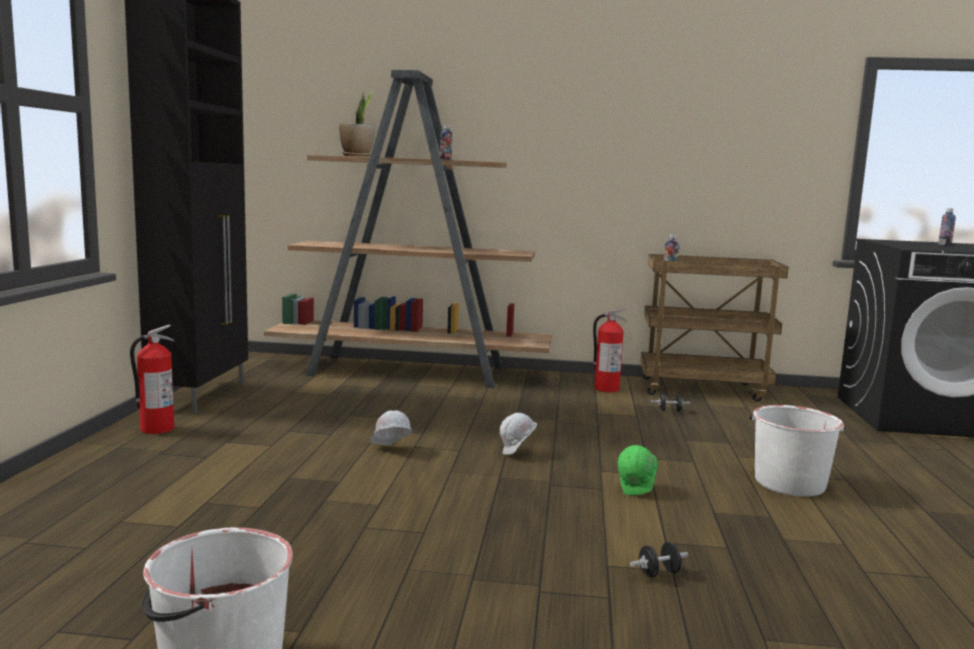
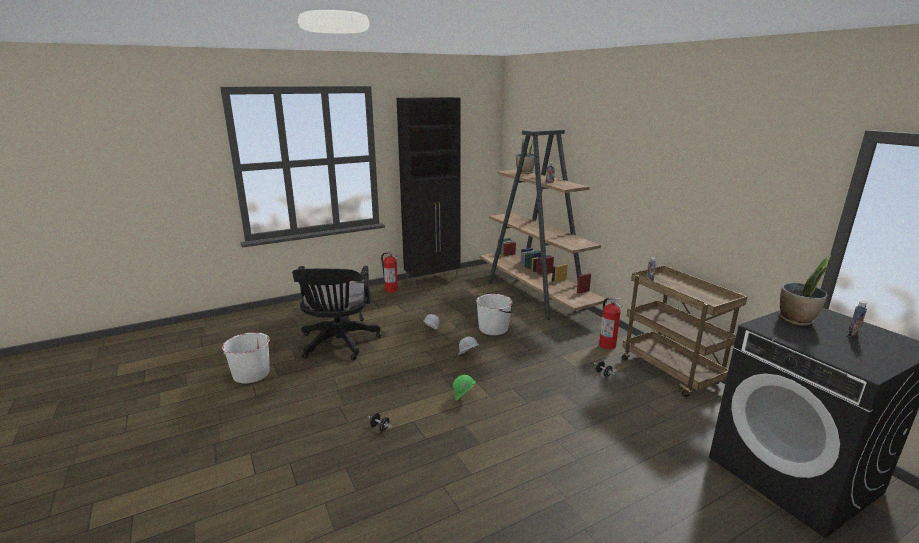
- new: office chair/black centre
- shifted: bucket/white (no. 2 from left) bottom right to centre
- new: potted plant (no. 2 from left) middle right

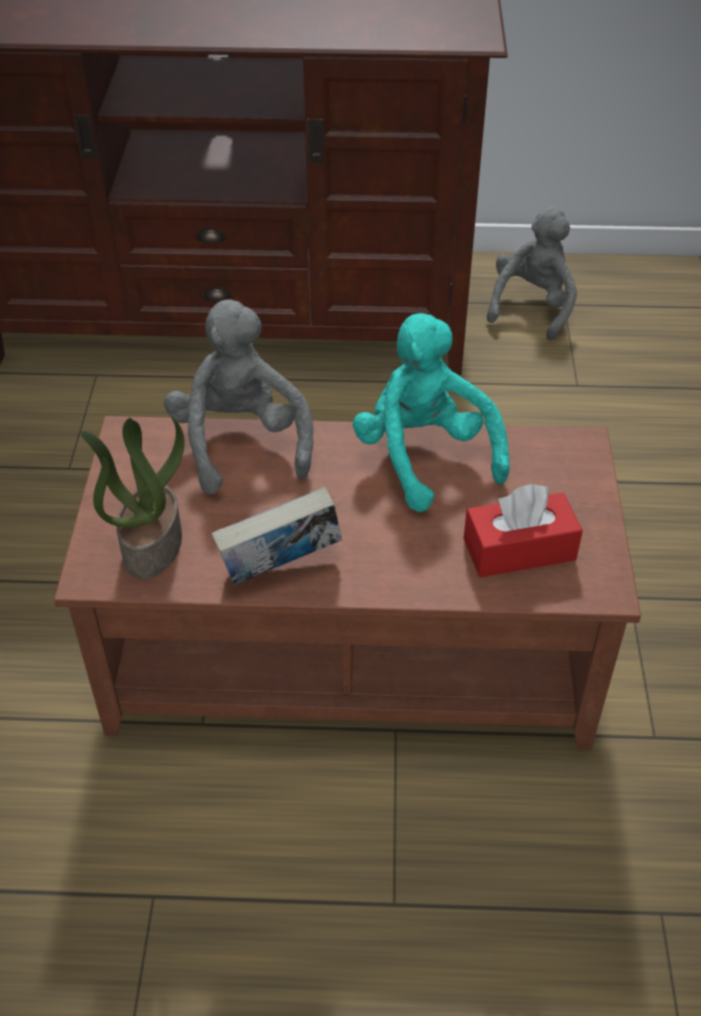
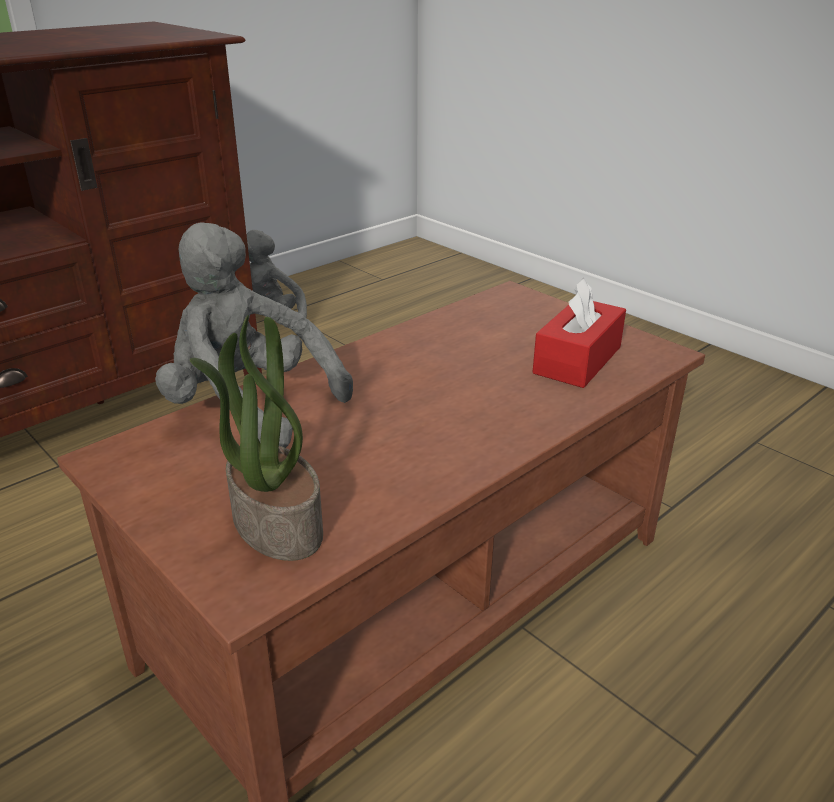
- gone: book centre
- gone: plush toy/turquoise centre

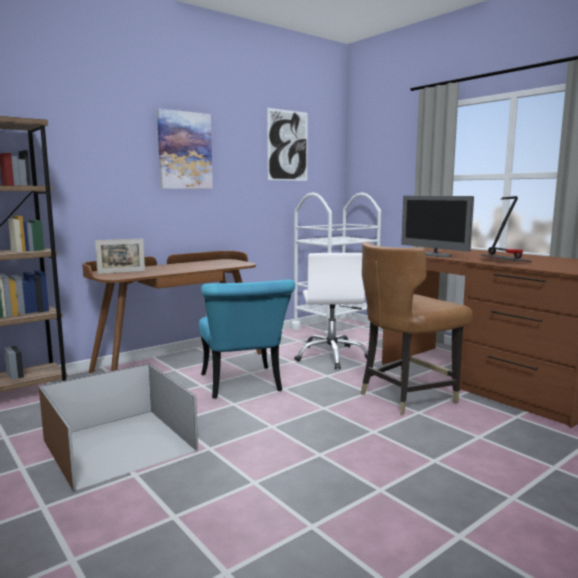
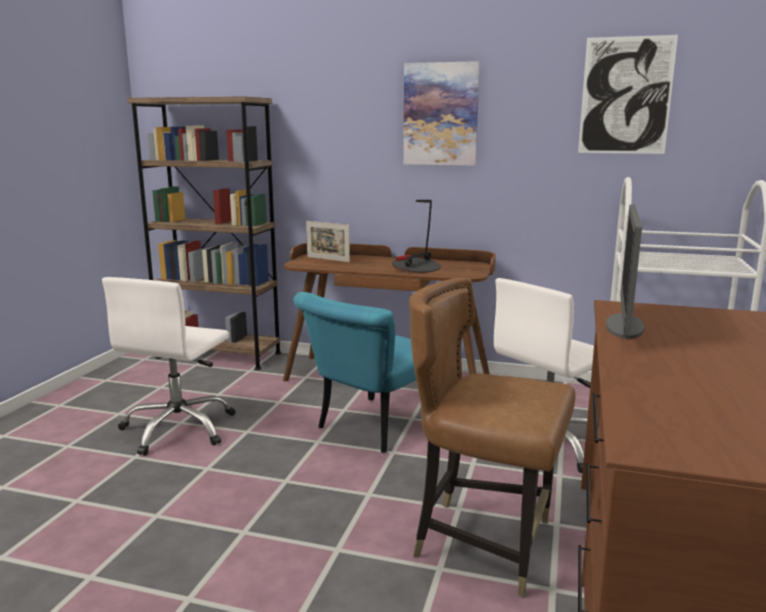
- swapped: storage container/brown-coloured bottom left to office chair/white (no. 1 from left) middle left
- shifted: tabletop lamp middle right to centre

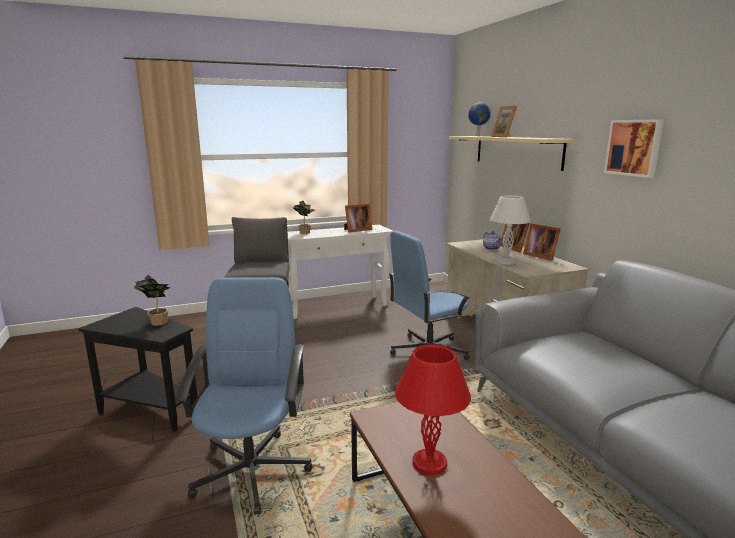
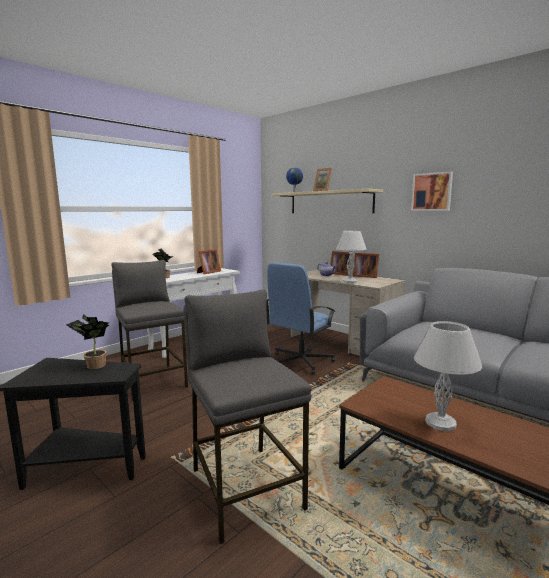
- swapped: office chair/blue (no. 1 from left) bottom left to stool/grey (no. 2 from left) bottom centre
- repainted: tabletop lamp/reddish bottom centre to tabletop lamp/white (no. 2 from left) middle right

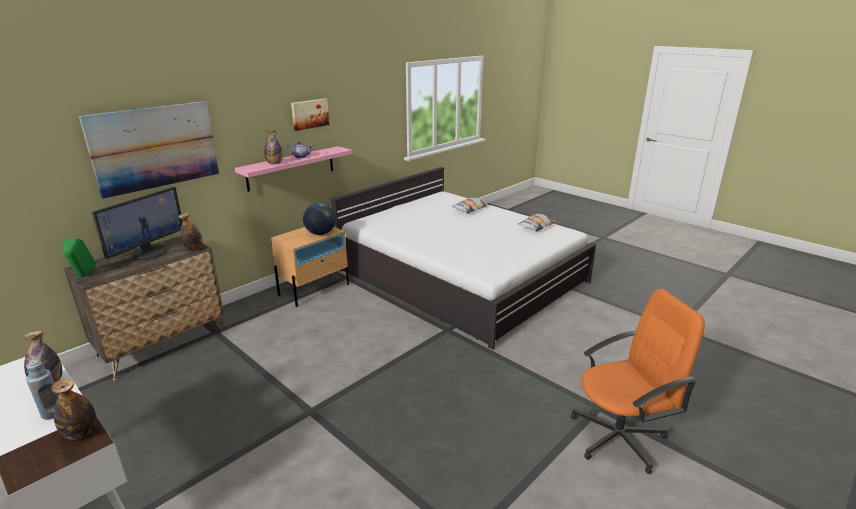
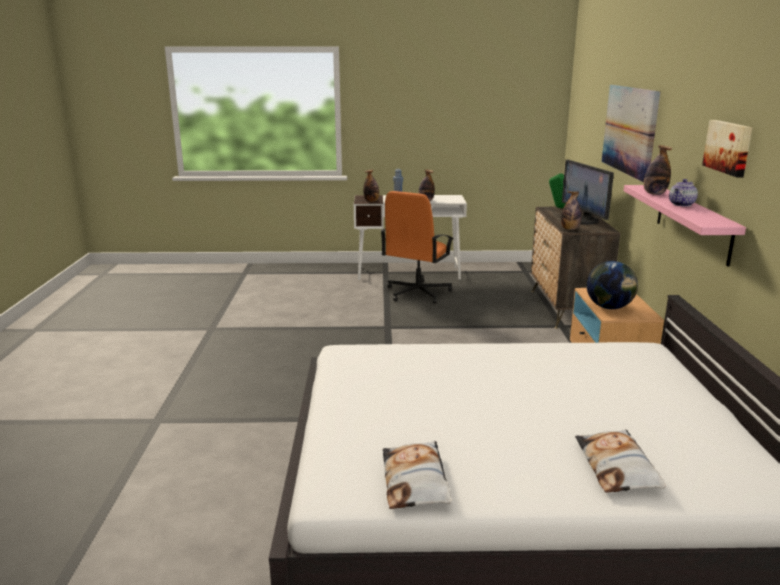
- shifted: office chair/orange bottom right to centre

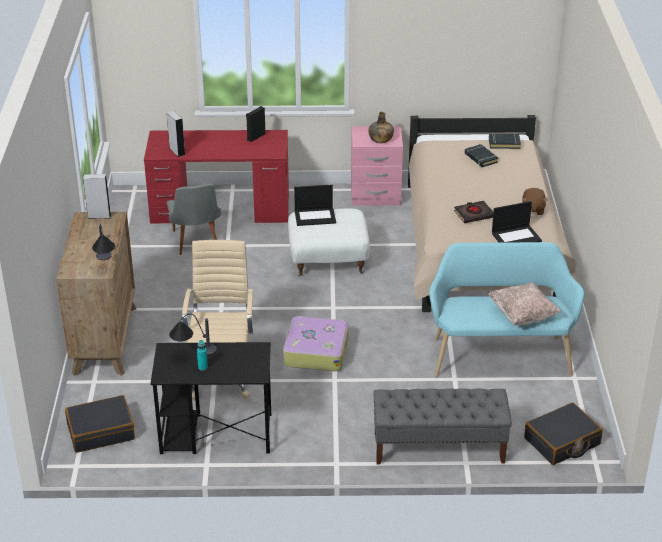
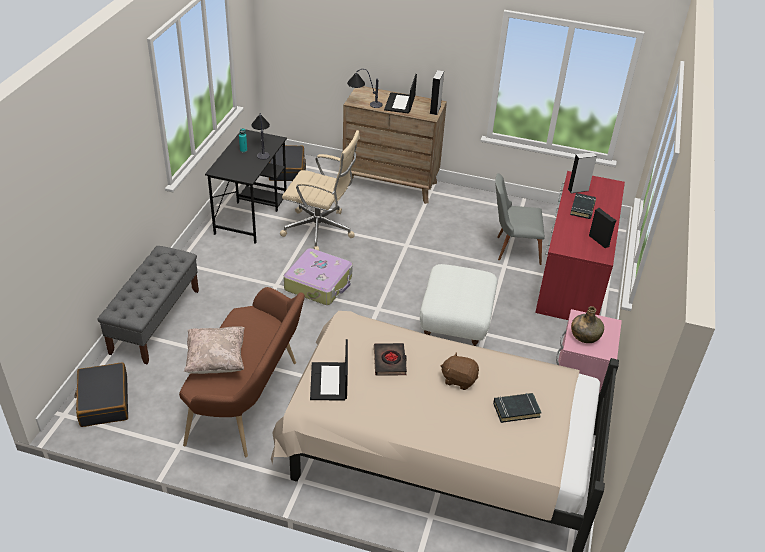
- repainted: indoor bench/turquoise middle right to indoor bench/brown-coloured bottom left
- shifted: notebook computer (no. 1 from left in the first image) centre to notebook computer (no. 2 from left) top centre
- shifted: plush toy/brown-coloured middle right to bottom centre
- shifted: book/black (no. 3 from left) top right to middle right

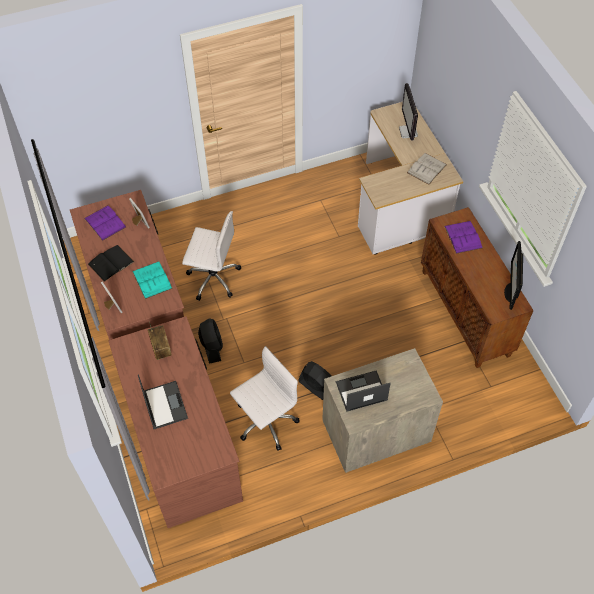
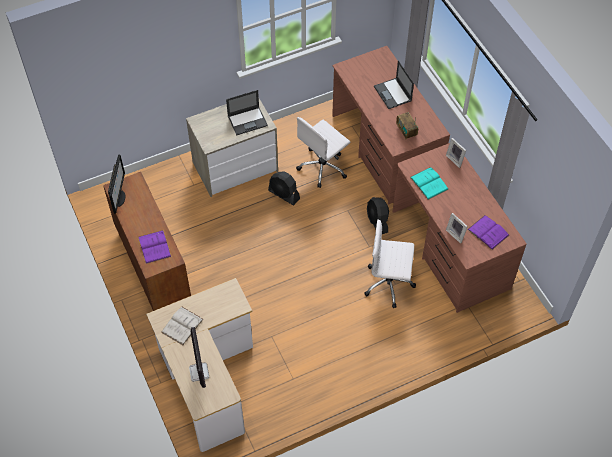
- gone: book/black middle left

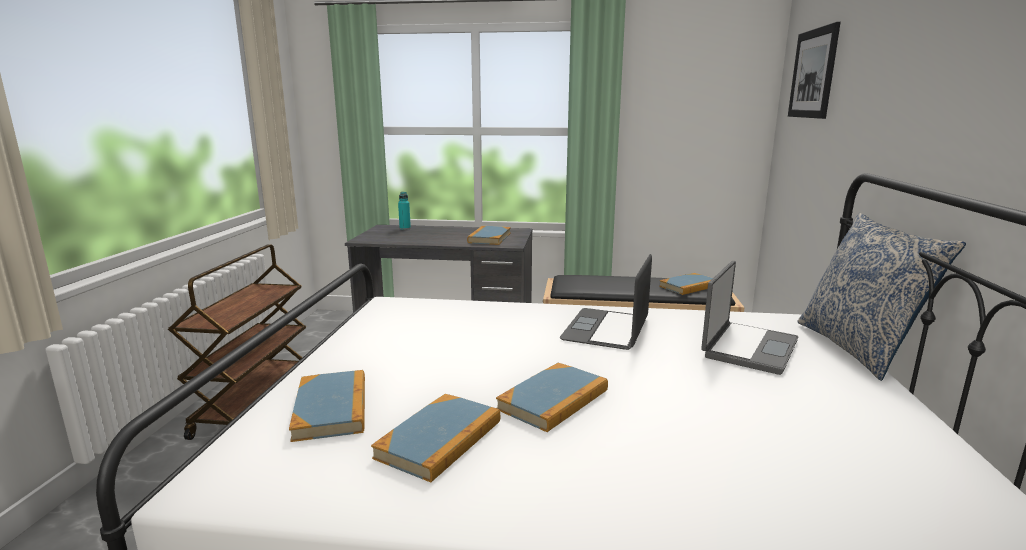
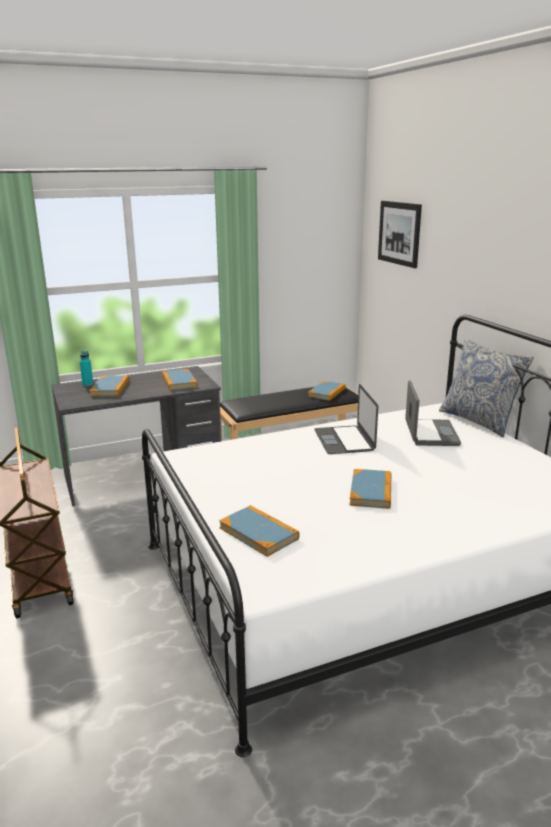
- shifted: book (no. 2 from left in the first image) bottom centre to book (no. 1 from left) middle left

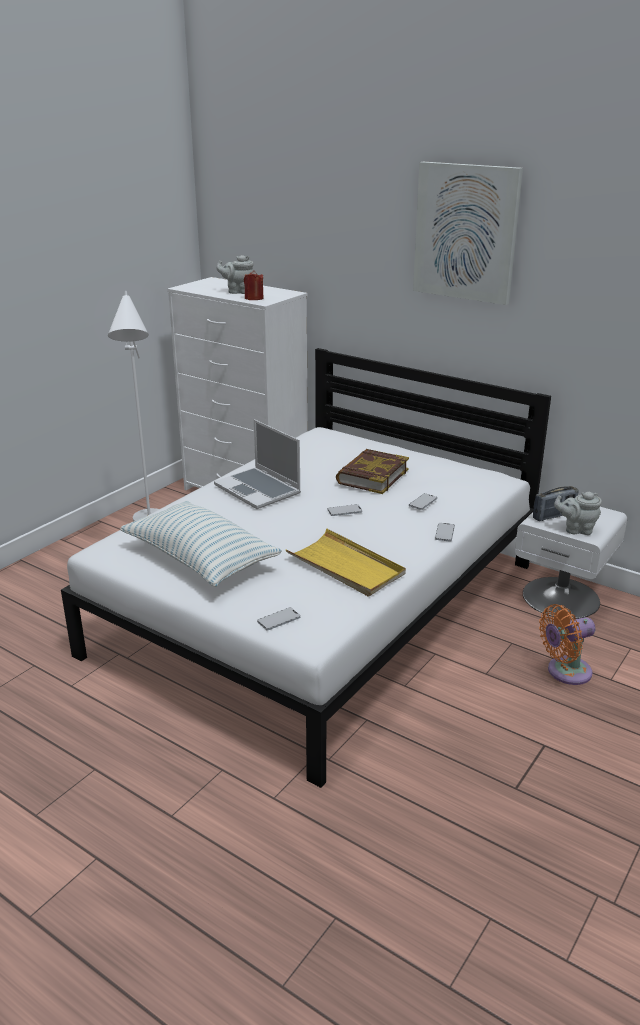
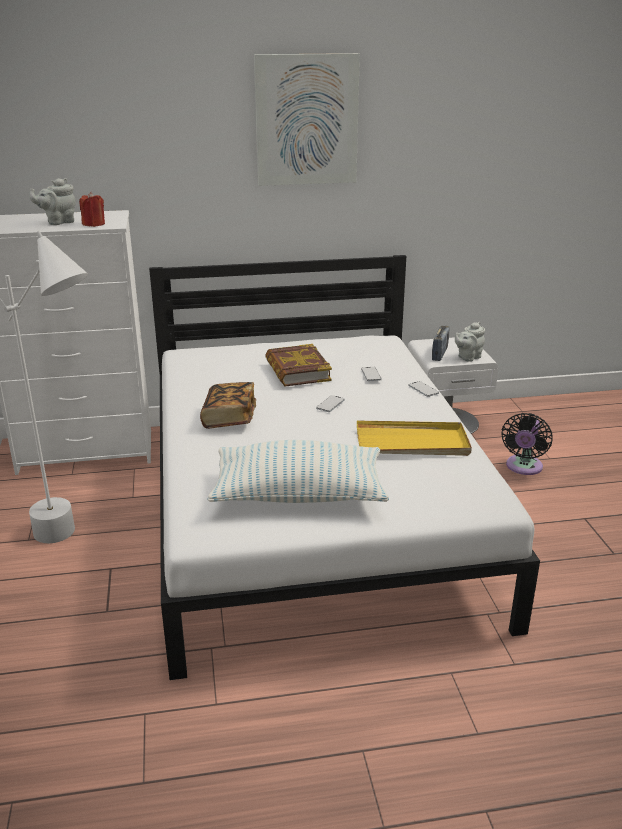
- swapped: notebook computer centre to book (no. 1 from left) centre
- repainted: electric fan/orange middle right to electric fan/black middle right
- gone: phone (no. 1 from left) centre

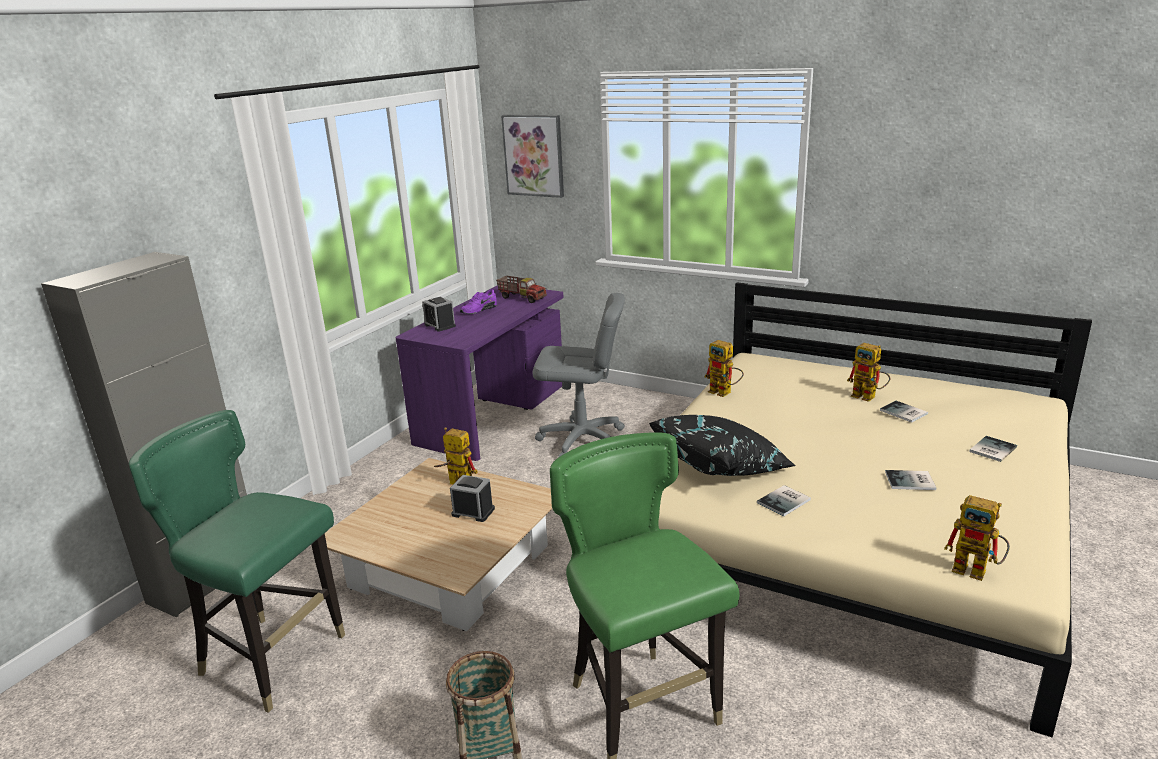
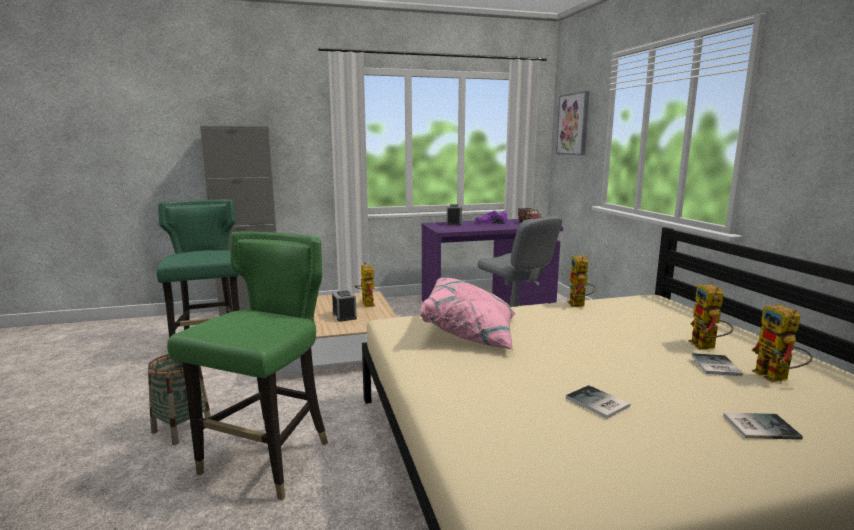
- repainted: pillow/black centre to pillow/pink centre
- shifted: toy robot (no. 4 from left) bottom right to middle right
- gone: book (no. 1 from left) middle right

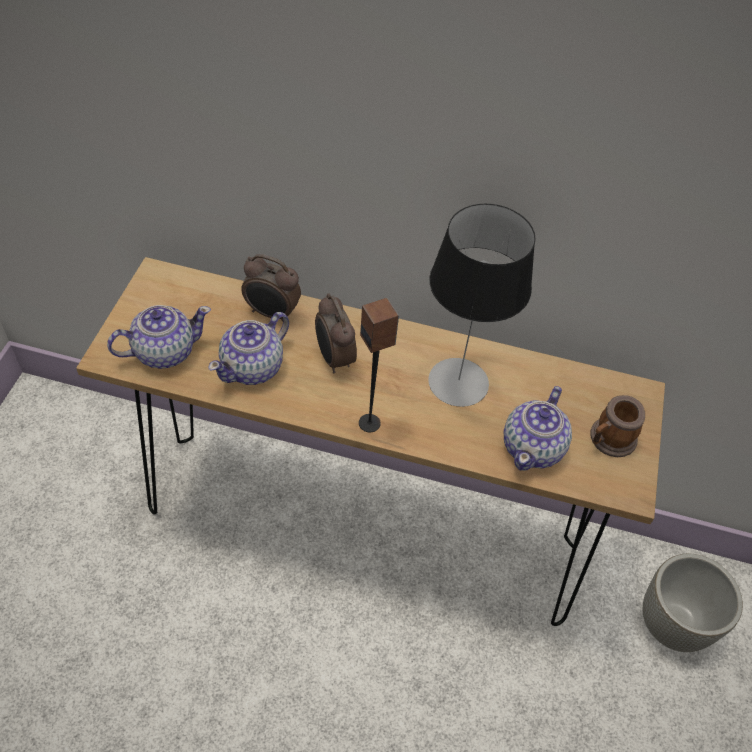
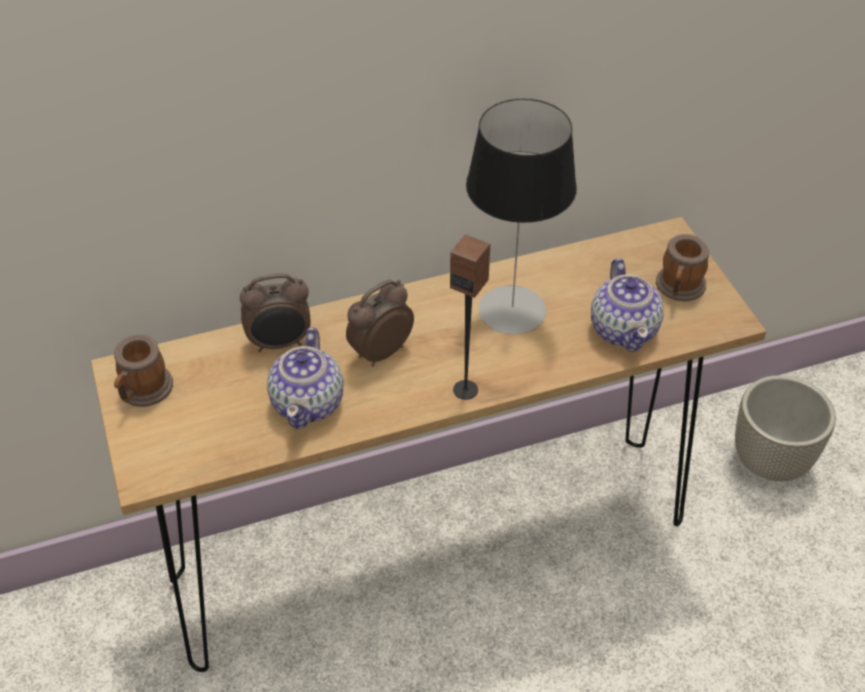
- new: tea mug (no. 1 from left) middle left
- rotated: bedside clock (no. 2 from left) centre = centre 105 degrees clockwise
- gone: pot for tea (no. 1 from left) middle left

